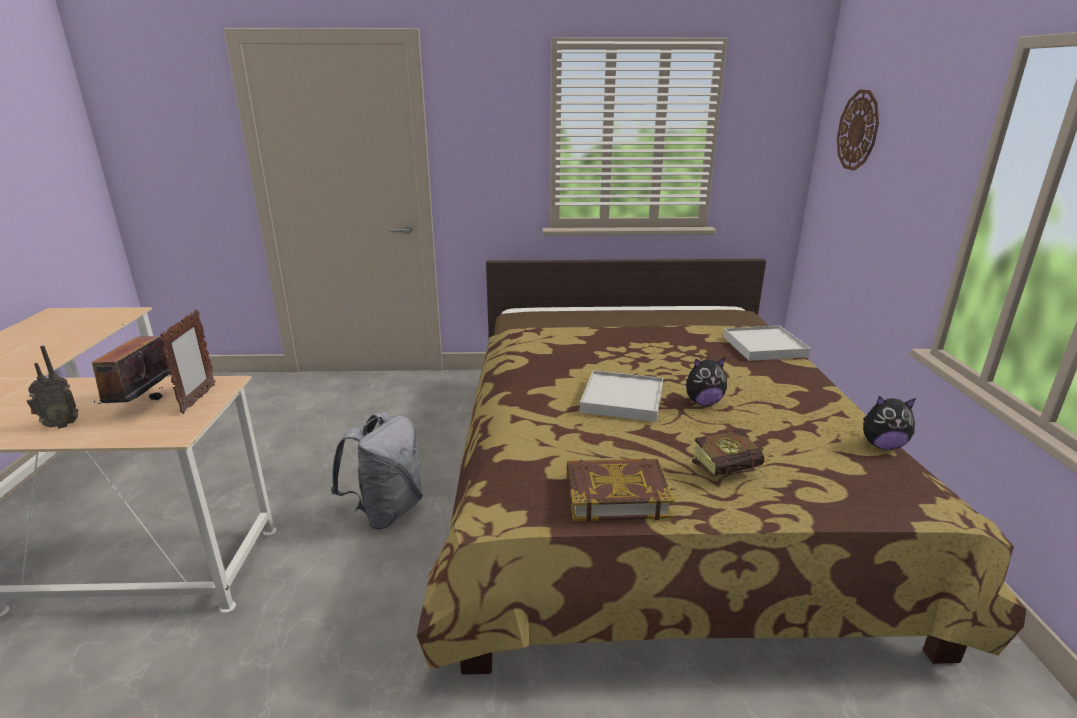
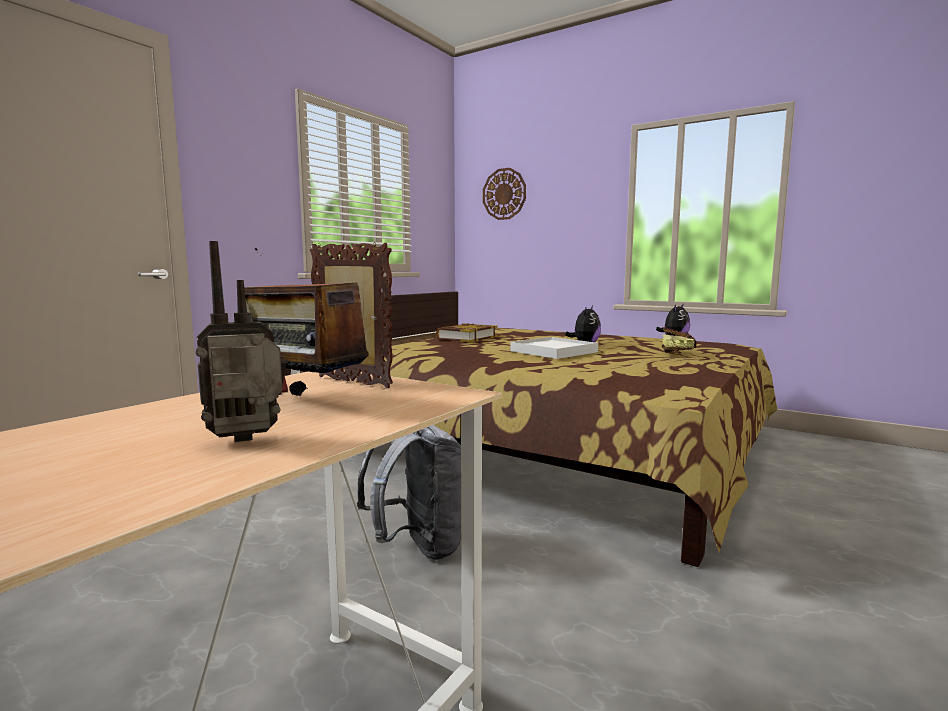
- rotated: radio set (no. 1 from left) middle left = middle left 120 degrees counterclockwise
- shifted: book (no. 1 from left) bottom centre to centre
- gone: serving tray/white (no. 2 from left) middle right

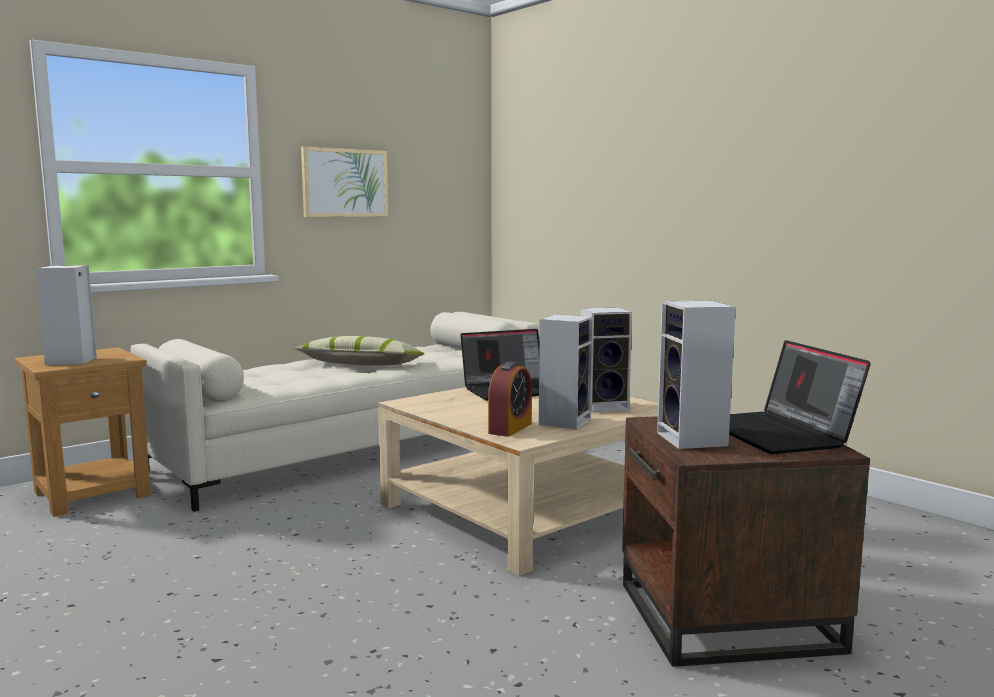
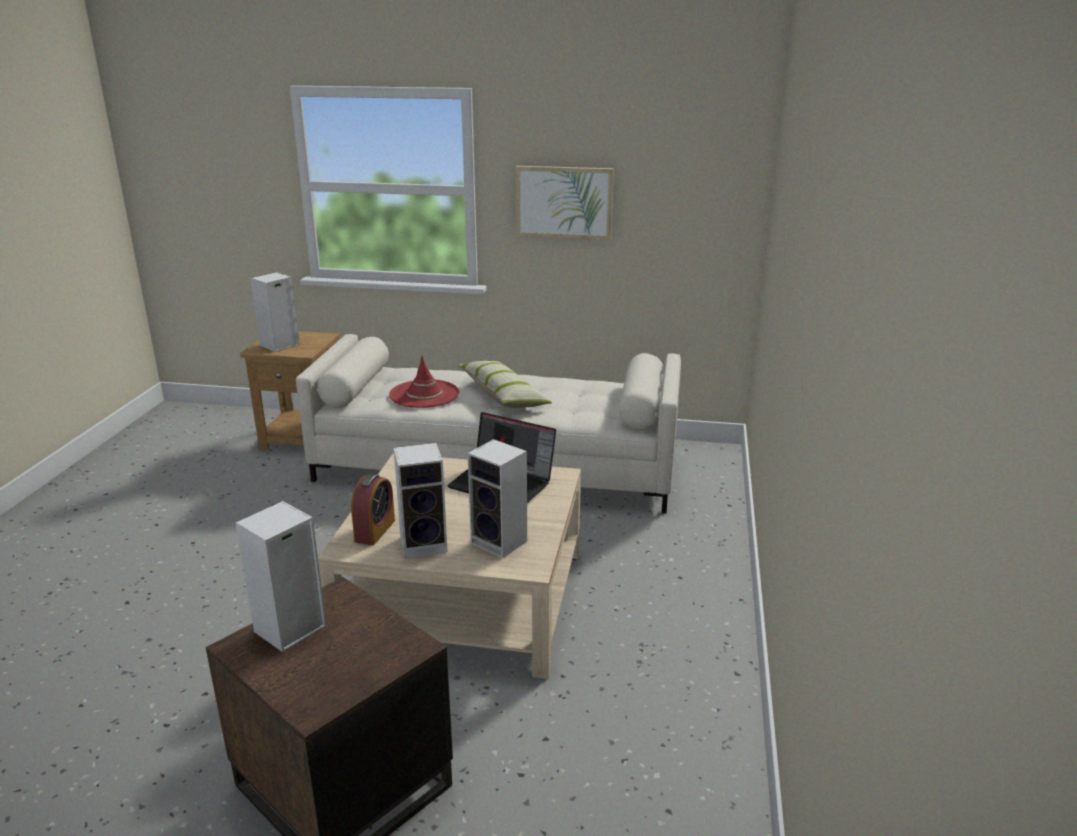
- rotated: bedside clock centre = centre 60 degrees counterclockwise
- new: clothing hat/reddish centre
- gone: notebook computer (no. 2 from left) middle right

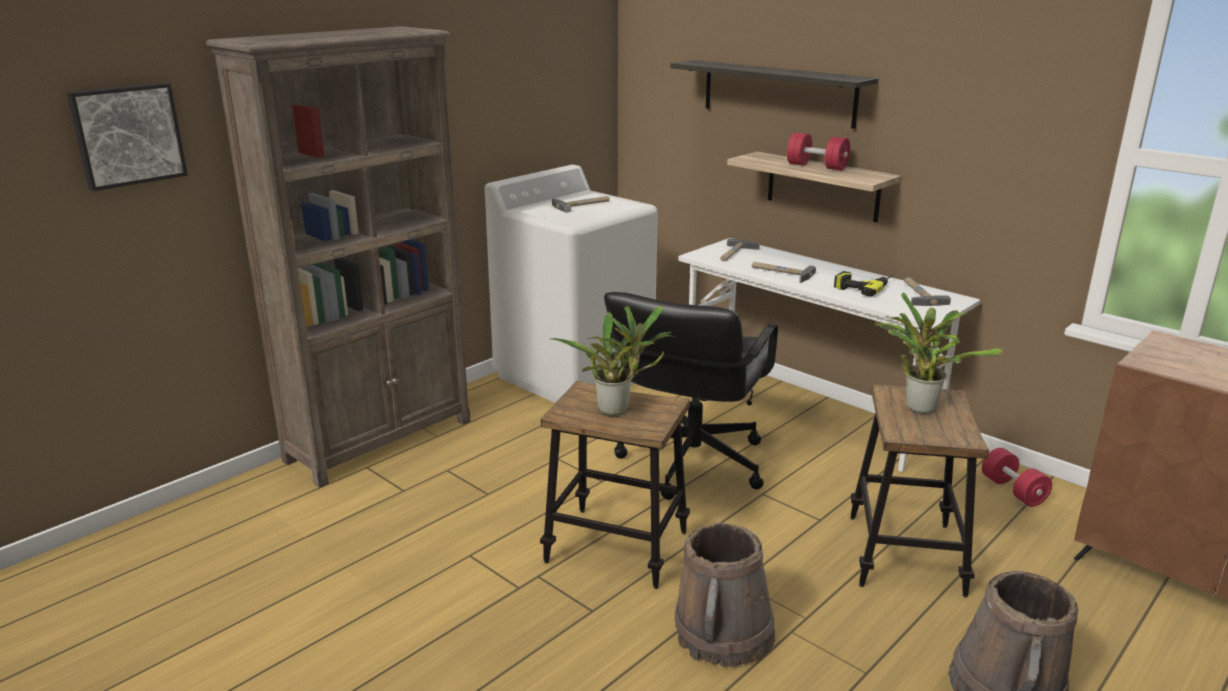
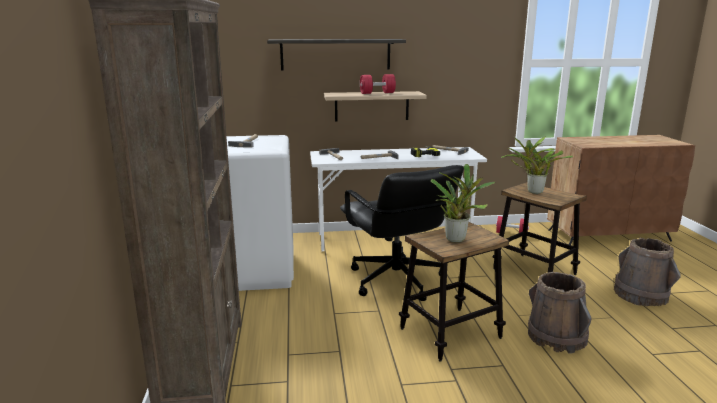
- gone: wall art top left

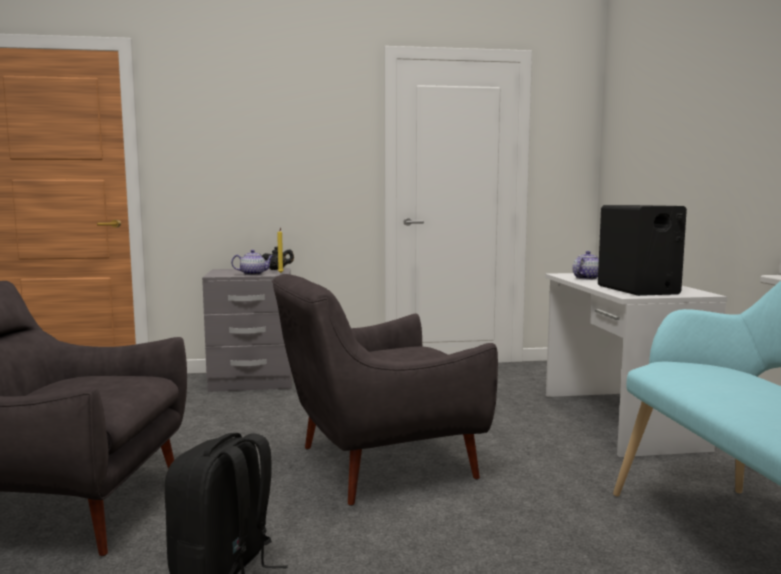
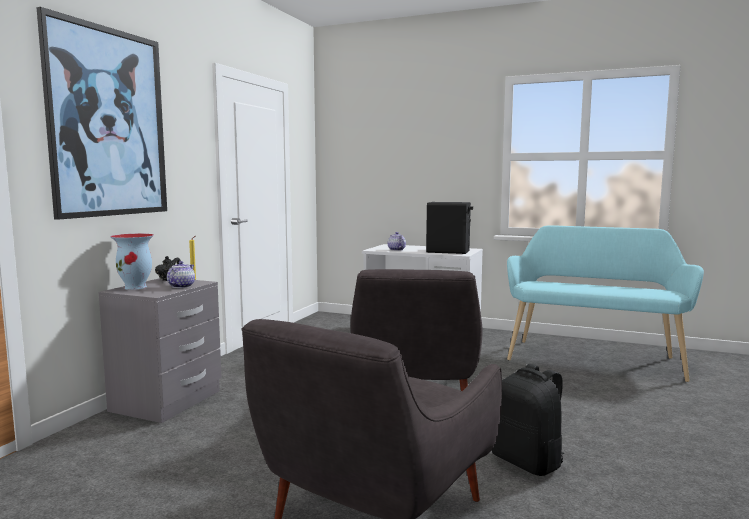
- new: wall art top left
- new: decorative vase middle left

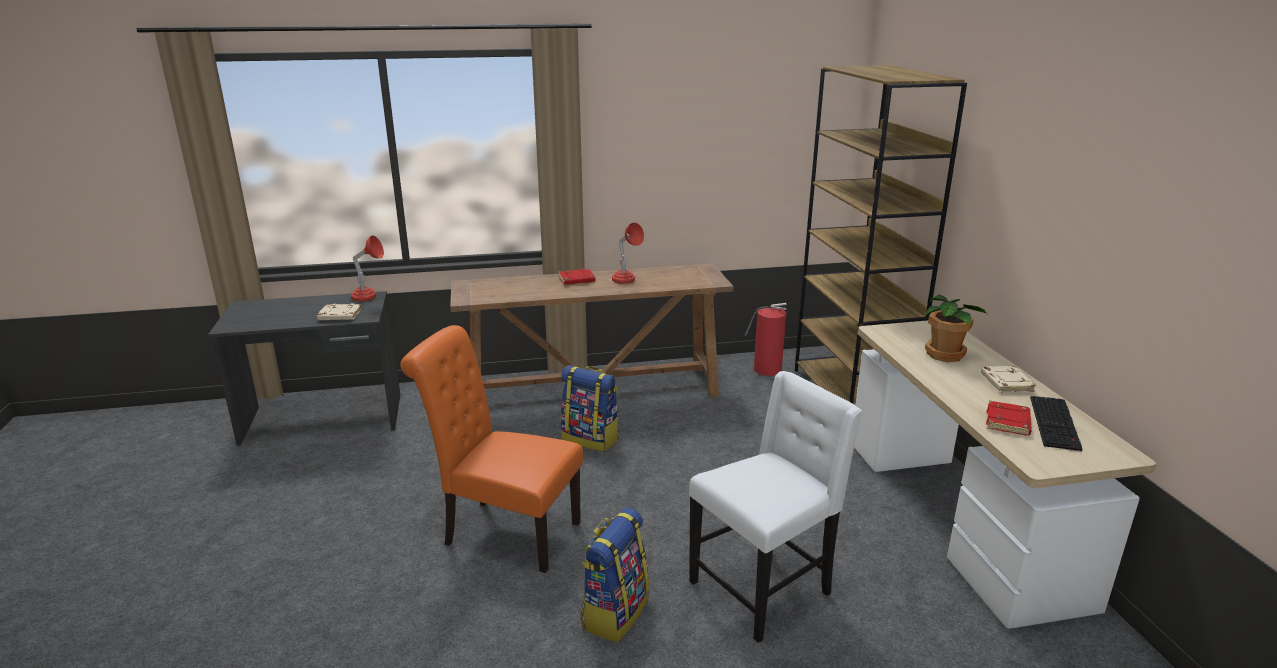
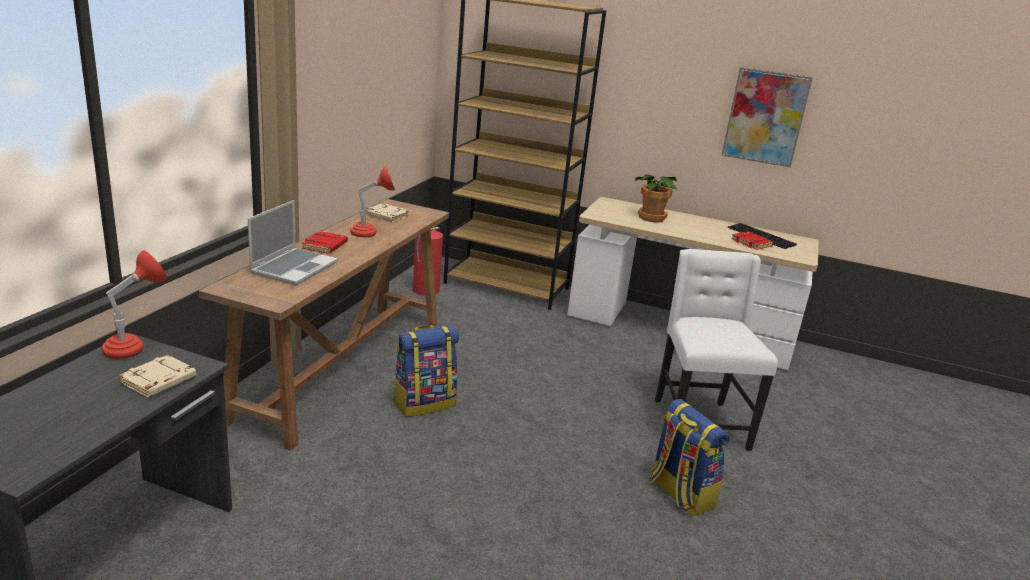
- new: notebook computer middle left
- shifted: book/sand-coloured (no. 2 from left) middle right to centre
- new: wall art top right
- gone: upright chair/orange bottom centre

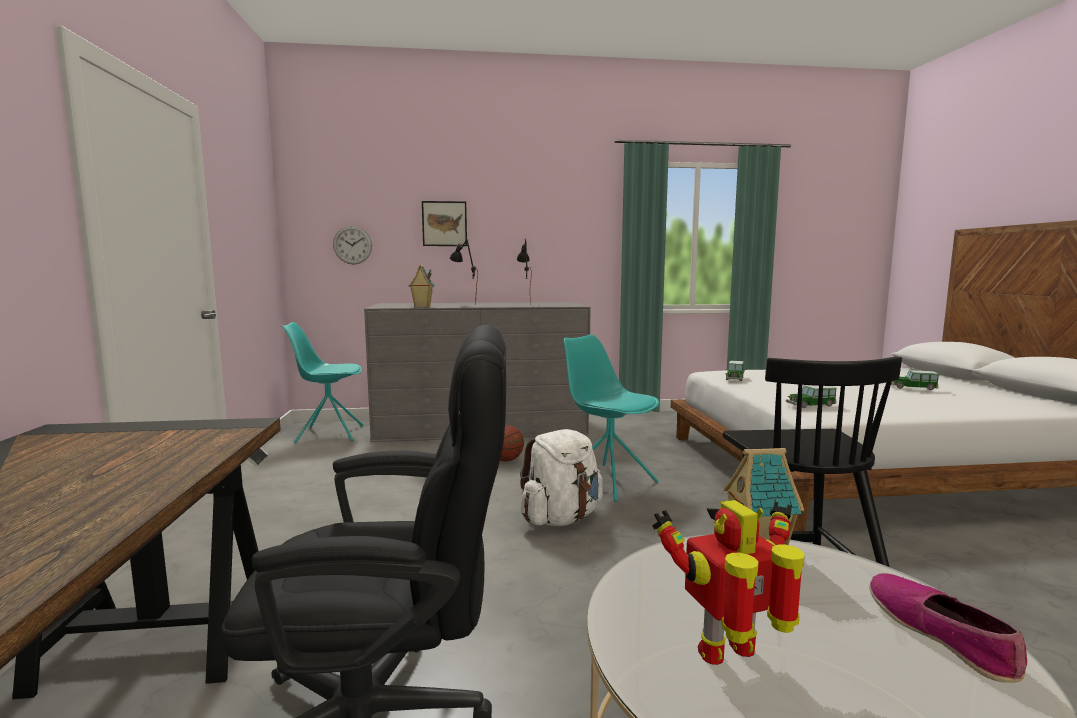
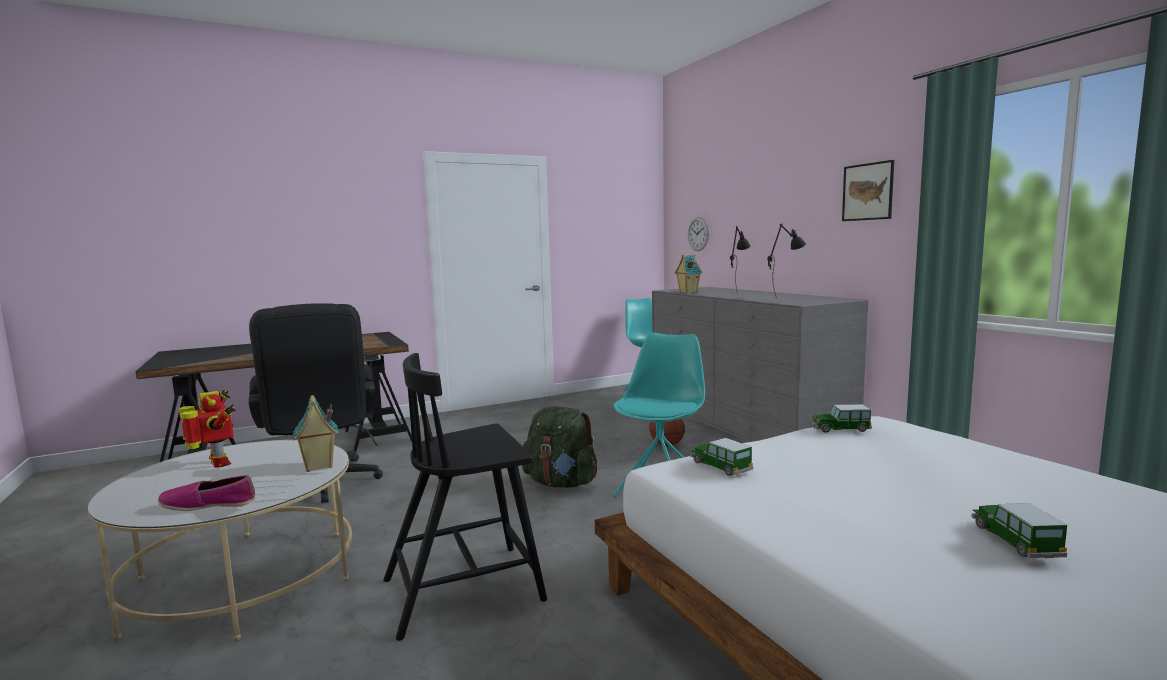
- rotated: shoe bottom right = bottom left 150 degrees counterclockwise
- repainted: rucksack/white centre to rucksack/green centre
- shifted: wall art top centre to top right

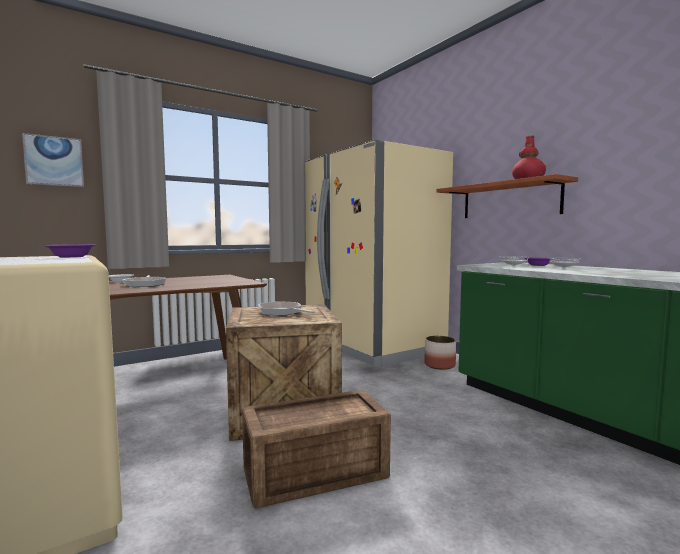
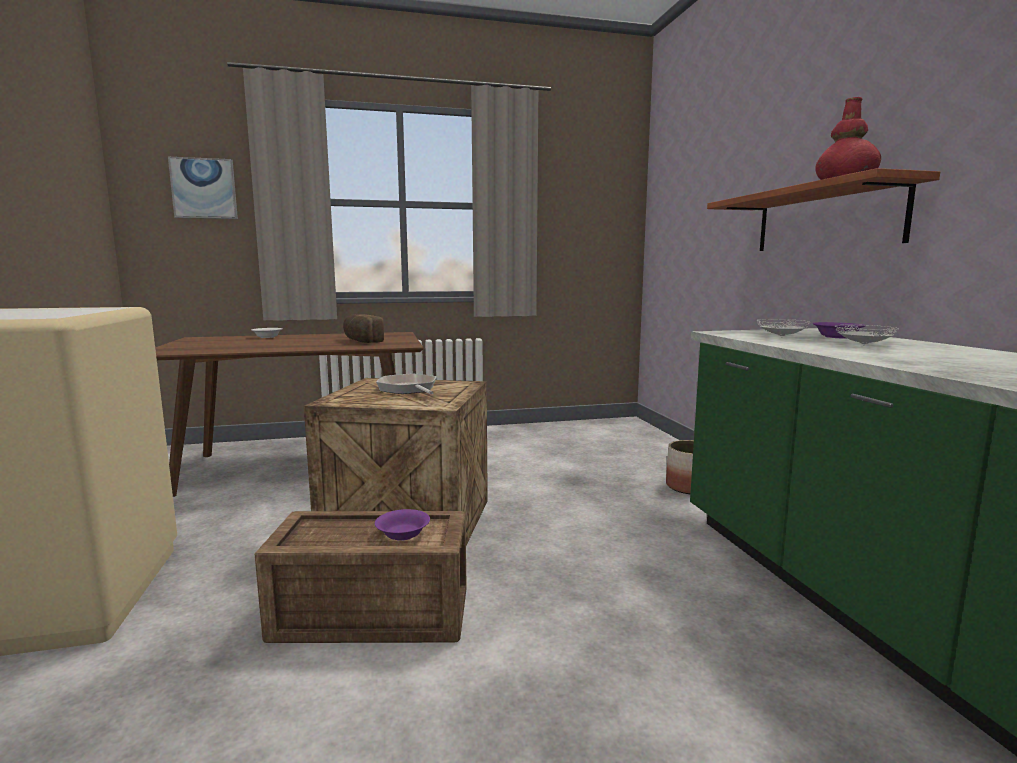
- new: bakery bread centre
- shifted: deep dish/purple-coloured (no. 1 from left) middle left to bottom centre
- gone: frying pan (no. 1 from left) middle left
- gone: refrigerator/sand-coloured centre

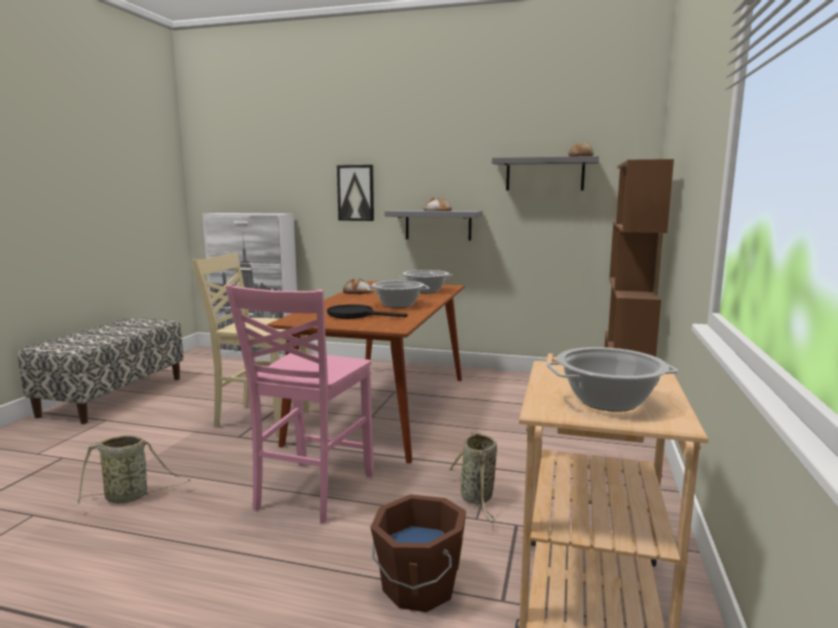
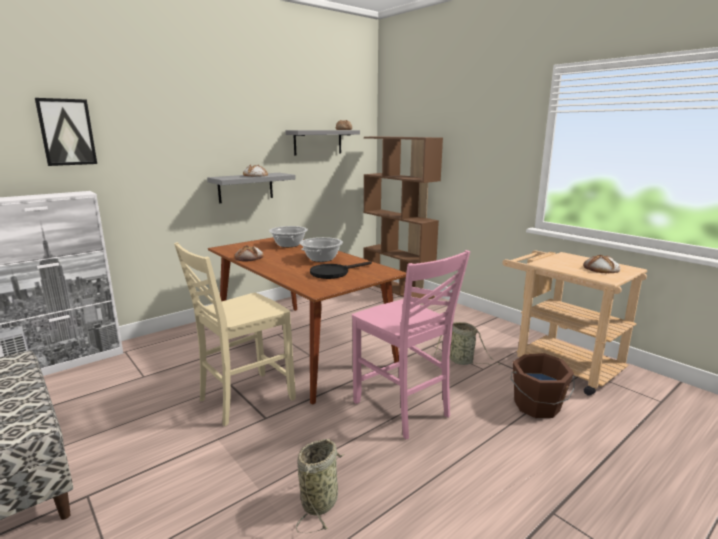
- shifted: wall art top centre to top left
- swapped: cooking pot (no. 3 from left) middle right to bakery bread (no. 4 from left) middle right

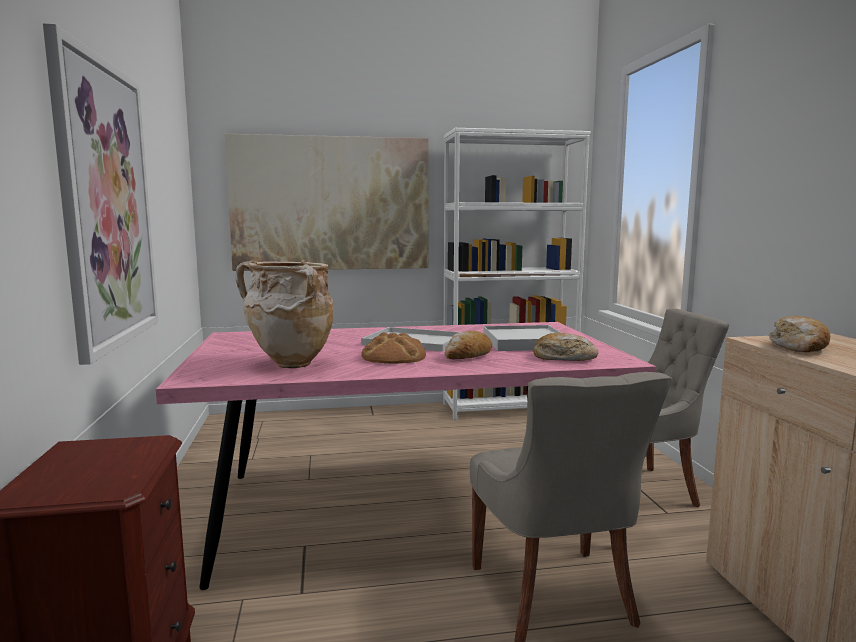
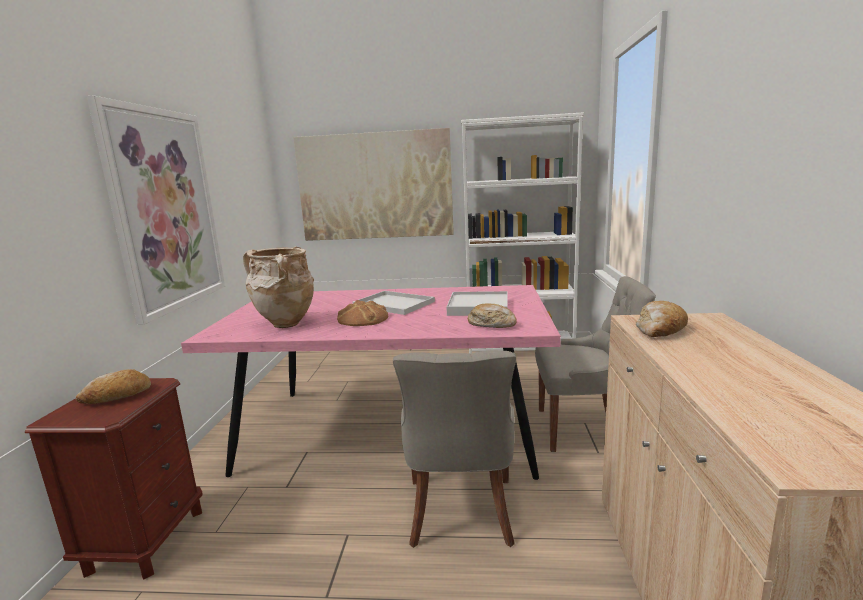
- shifted: bakery bread (no. 2 from left in the first image) centre to bakery bread (no. 1 from left) middle left

